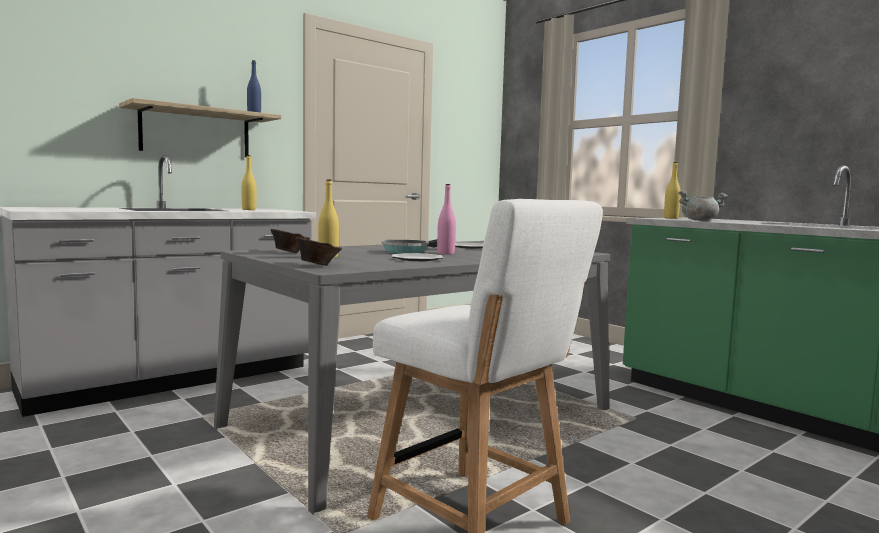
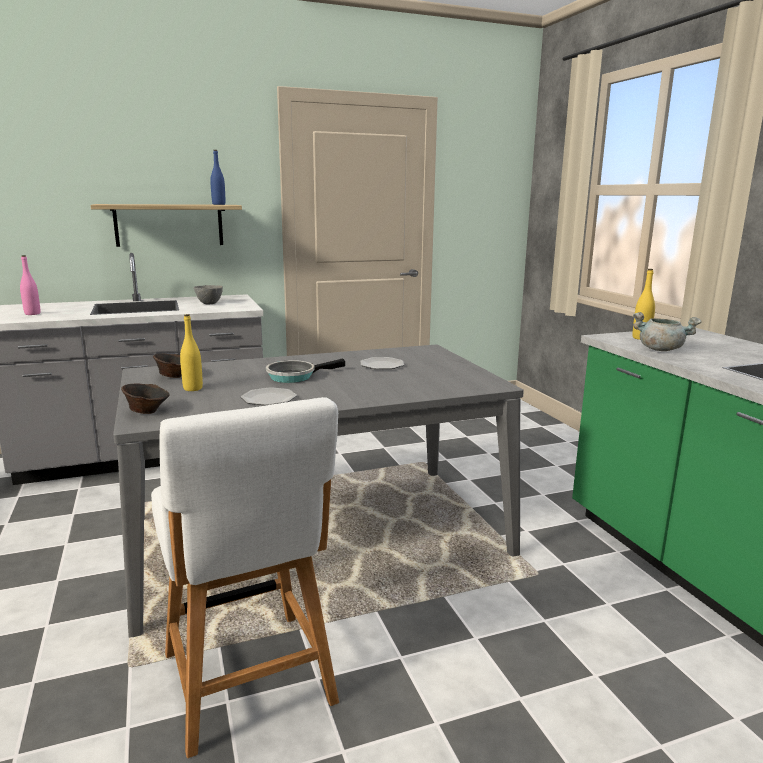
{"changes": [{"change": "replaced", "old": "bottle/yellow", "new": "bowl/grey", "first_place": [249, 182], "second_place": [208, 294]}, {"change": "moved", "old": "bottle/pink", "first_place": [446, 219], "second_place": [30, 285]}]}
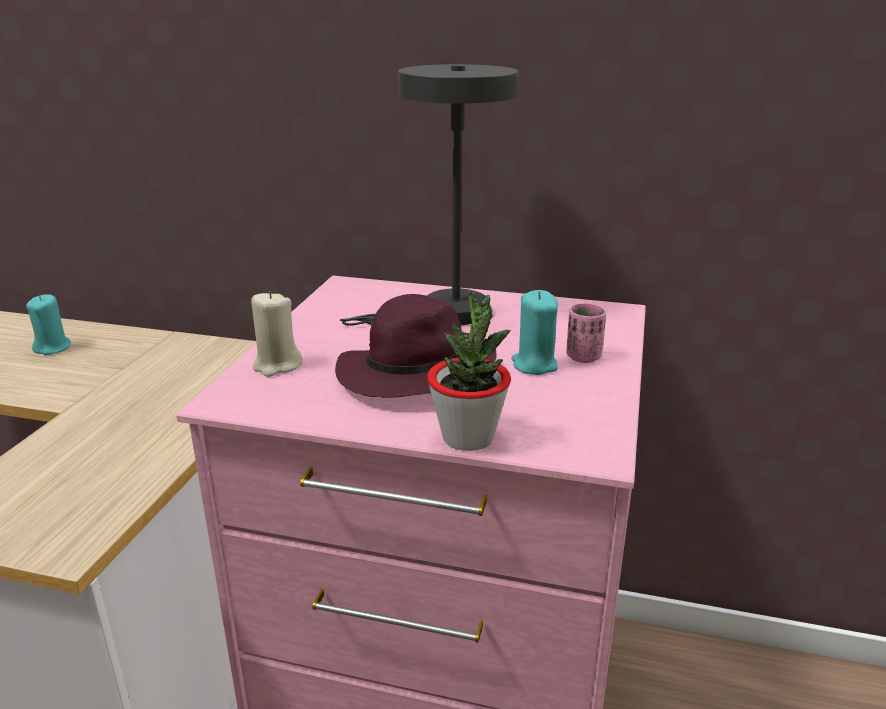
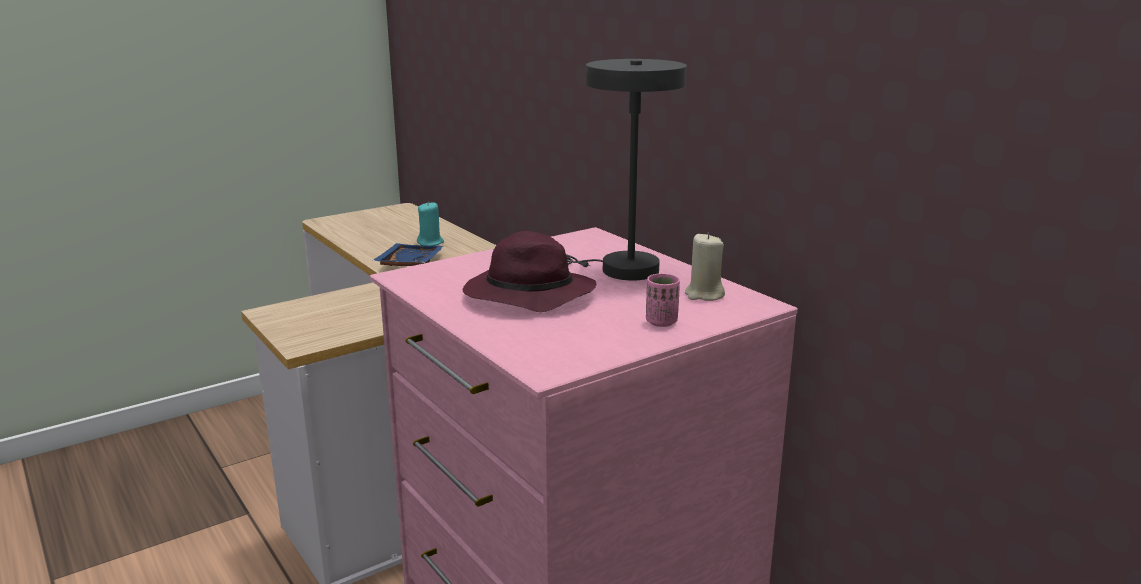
{"changes": [{"change": "removed", "old": "candle/turquoise", "first_place": [534, 332]}, {"change": "moved", "old": "candle/beige", "first_place": [276, 334], "second_place": [705, 267]}, {"change": "removed", "old": "potted plant", "first_place": [469, 372]}, {"change": "added", "new": "tray/blue", "second_place": [408, 254]}]}
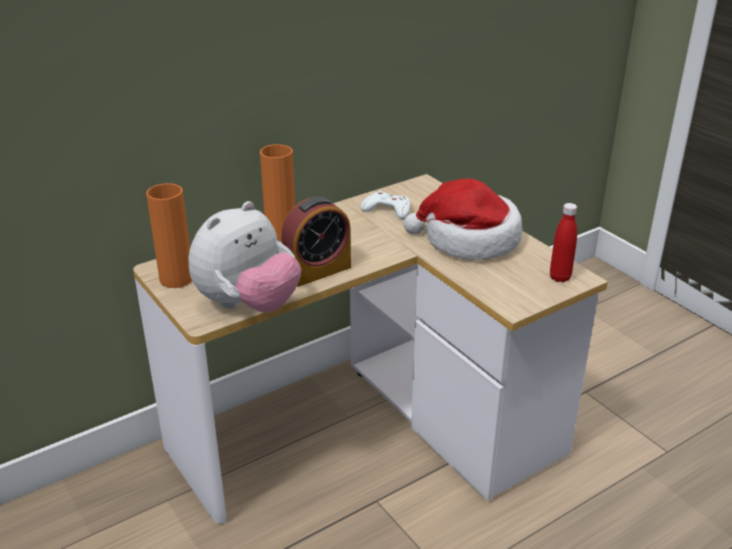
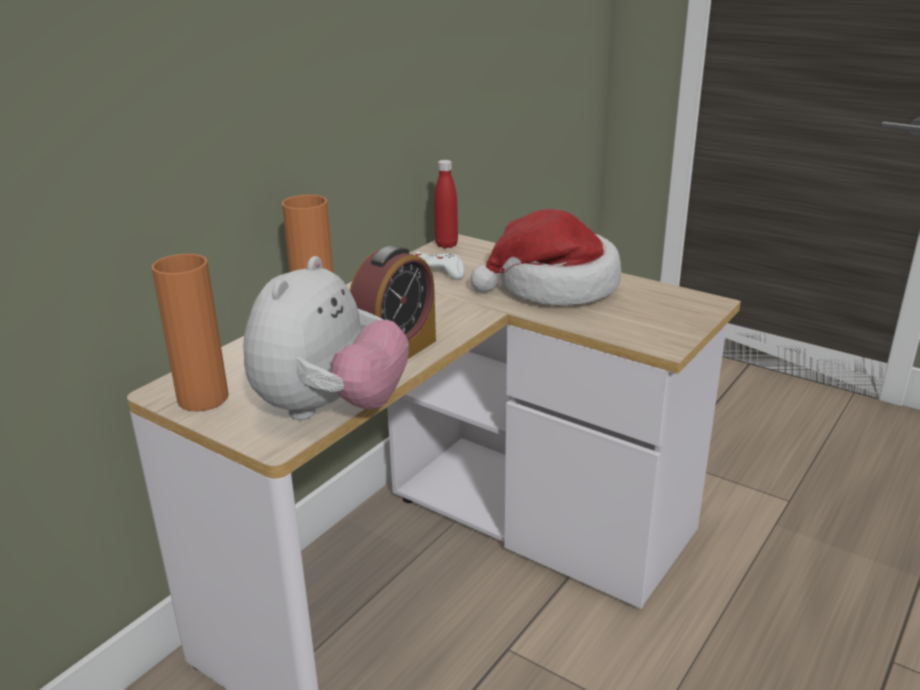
{"changes": [{"change": "moved", "old": "bottle/red", "first_place": [563, 242], "second_place": [446, 204]}]}
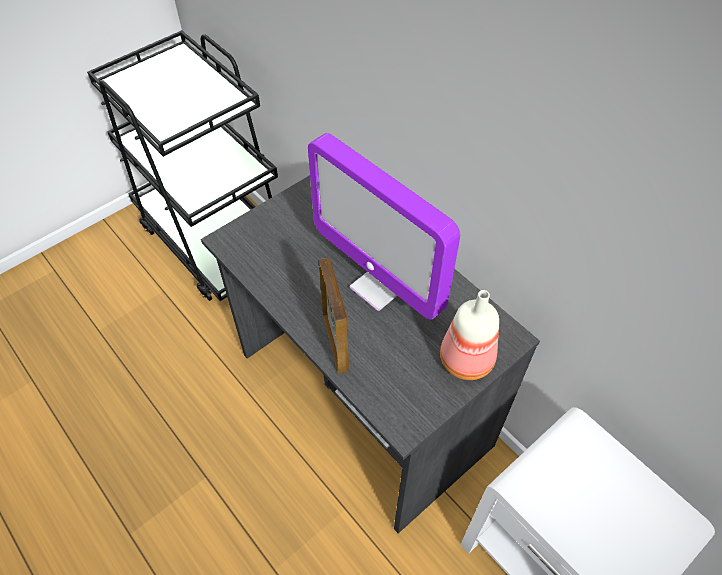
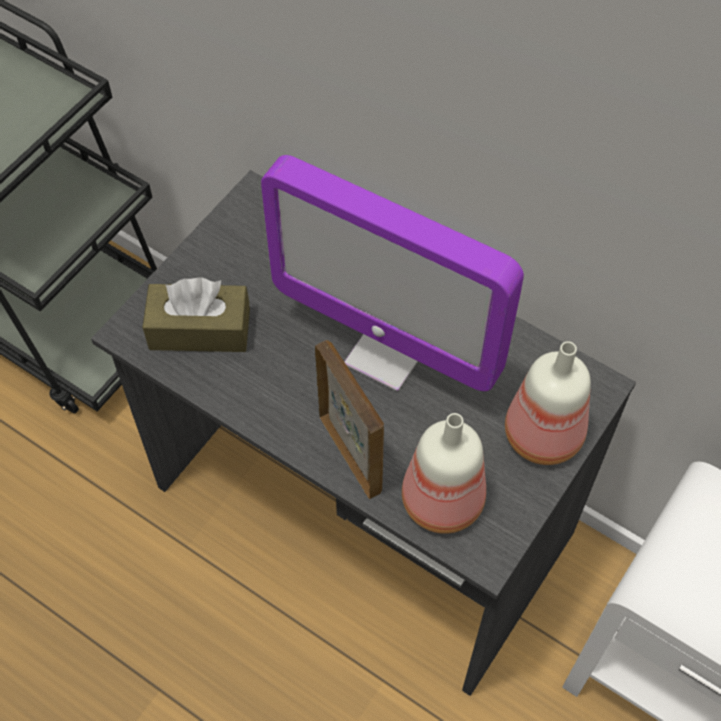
{"changes": [{"change": "added", "new": "tissue box/brown", "second_place": [196, 314]}, {"change": "added", "new": "bottle", "second_place": [444, 473]}]}
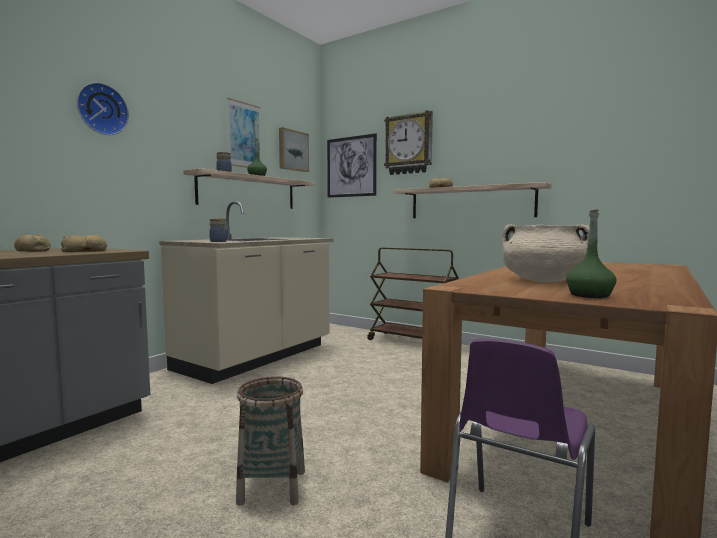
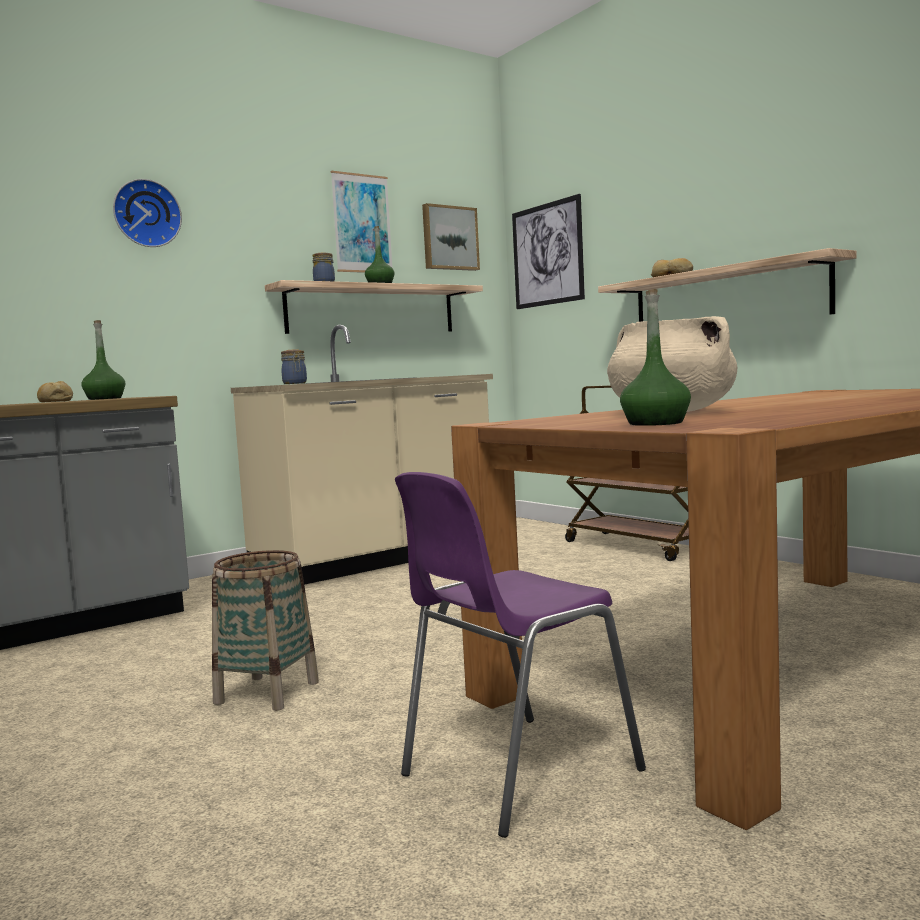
{"changes": [{"change": "removed", "old": "wall clock", "first_place": [408, 142]}, {"change": "replaced", "old": "bread", "new": "bottle/green", "first_place": [84, 243], "second_place": [103, 360]}]}
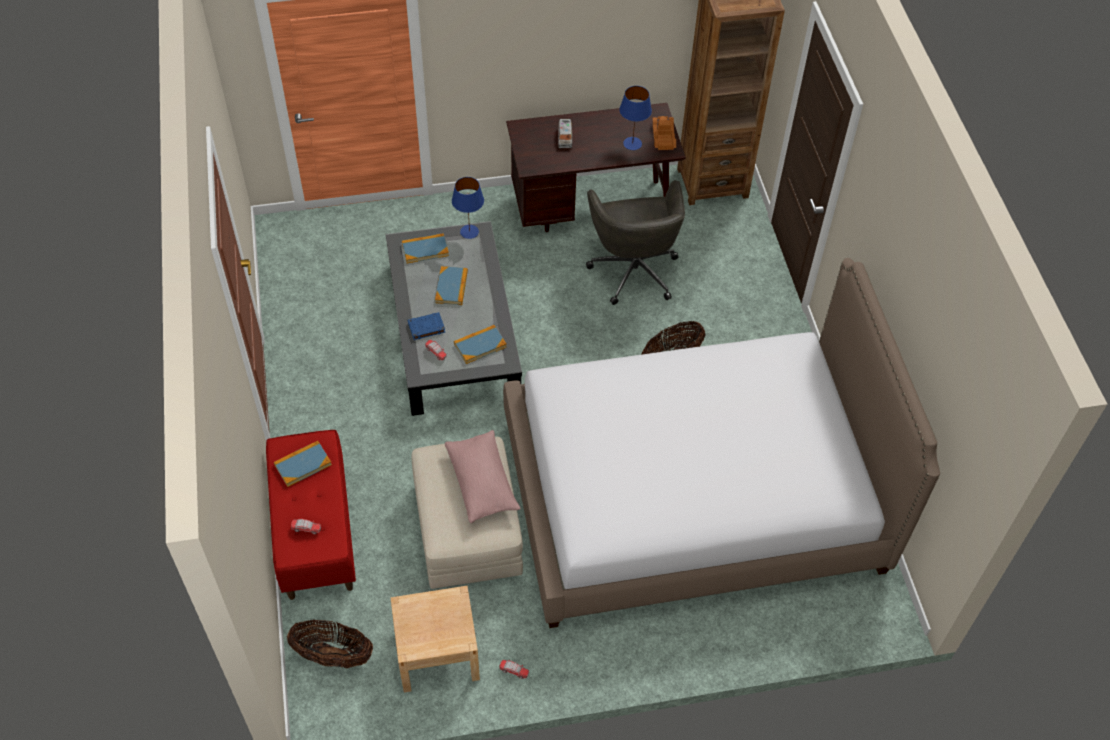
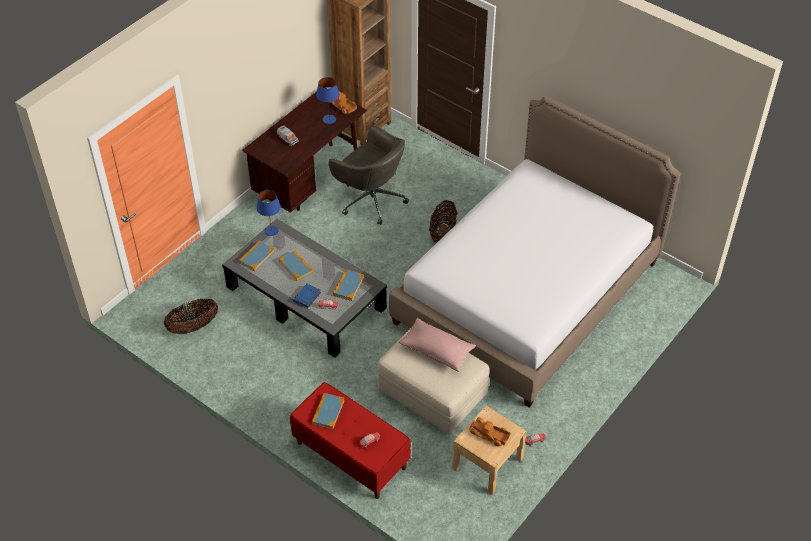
{"changes": [{"change": "moved", "old": "basket", "first_place": [330, 643], "second_place": [191, 316]}, {"change": "added", "new": "toy truck", "second_place": [489, 431]}]}
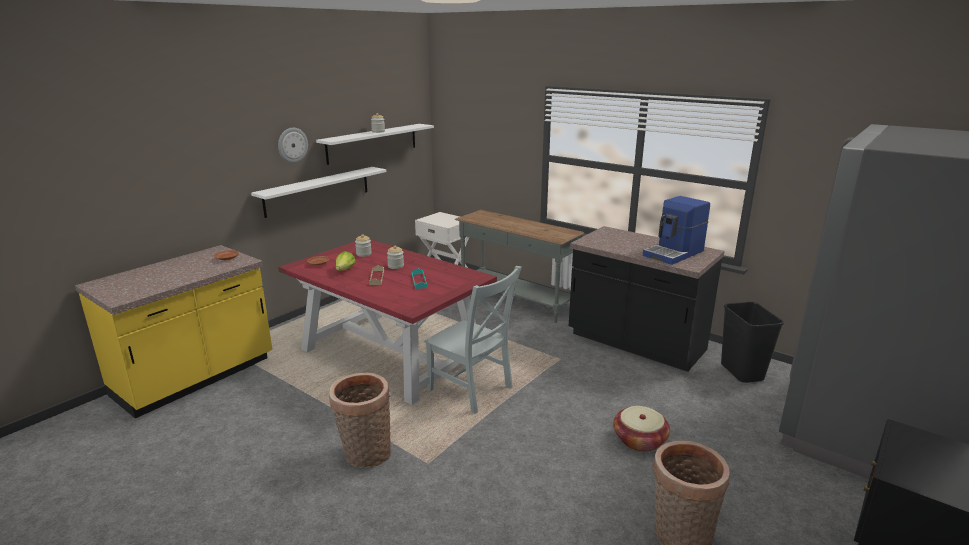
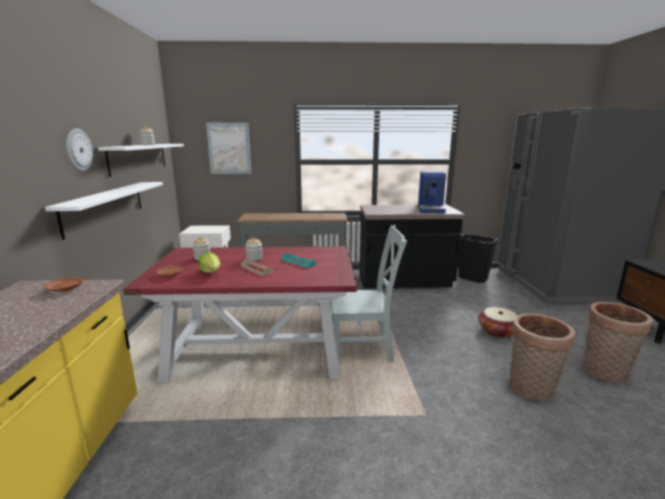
{"changes": [{"change": "moved", "old": "basket", "first_place": [360, 420], "second_place": [542, 357]}, {"change": "added", "new": "picture", "second_place": [228, 148]}]}
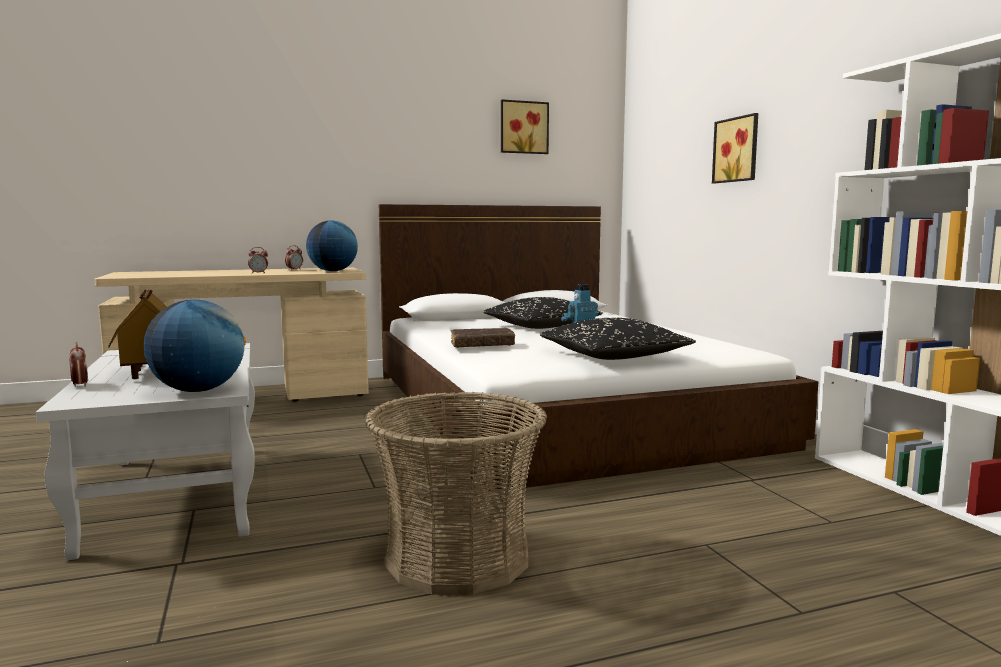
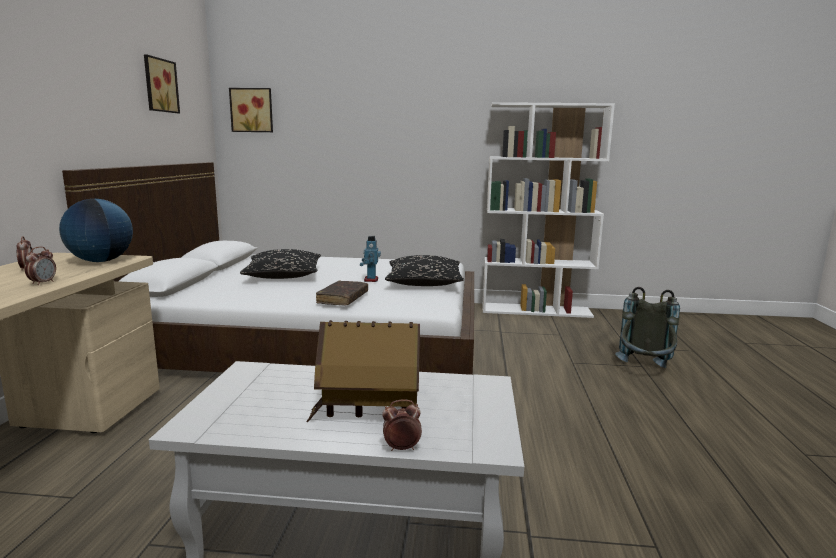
{"changes": [{"change": "moved", "old": "picture", "first_place": [735, 148], "second_place": [251, 110]}, {"change": "removed", "old": "globe", "first_place": [195, 346]}, {"change": "removed", "old": "basket", "first_place": [456, 493]}, {"change": "added", "new": "backpack/grey", "second_place": [647, 327]}]}
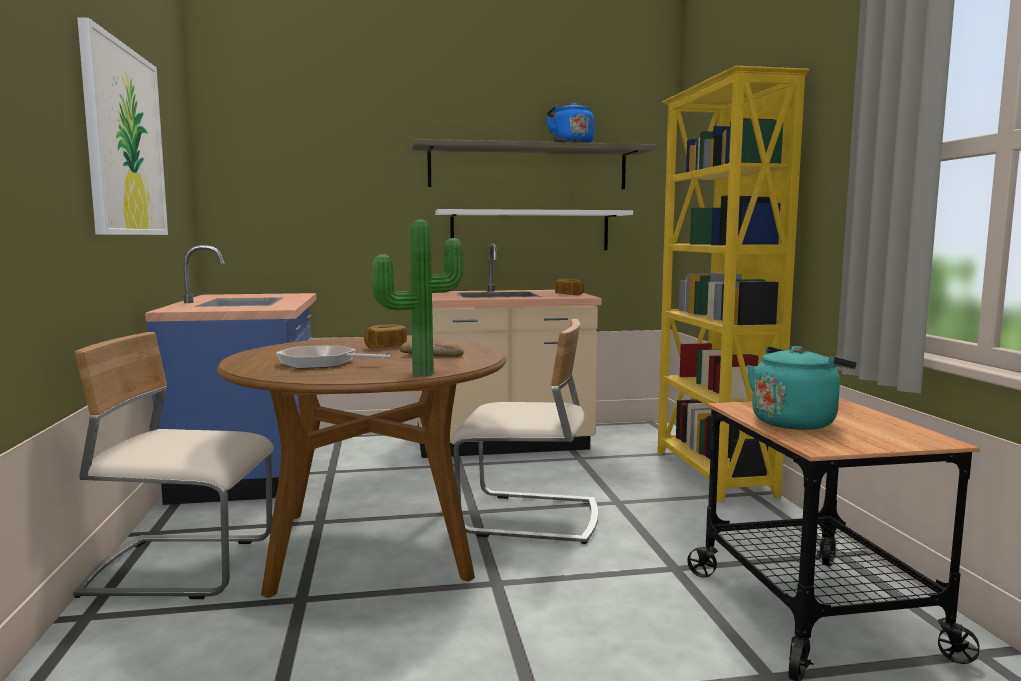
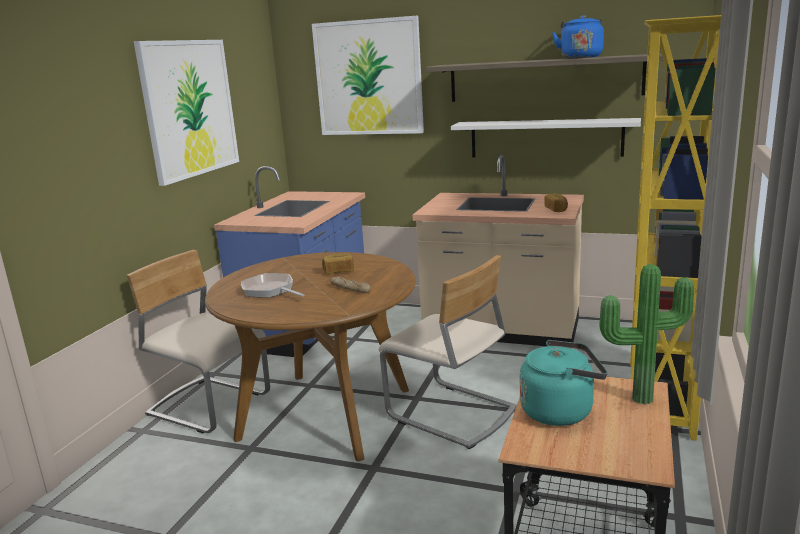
{"changes": [{"change": "moved", "old": "potted plant", "first_place": [418, 297], "second_place": [646, 334]}, {"change": "added", "new": "picture", "second_place": [368, 75]}]}
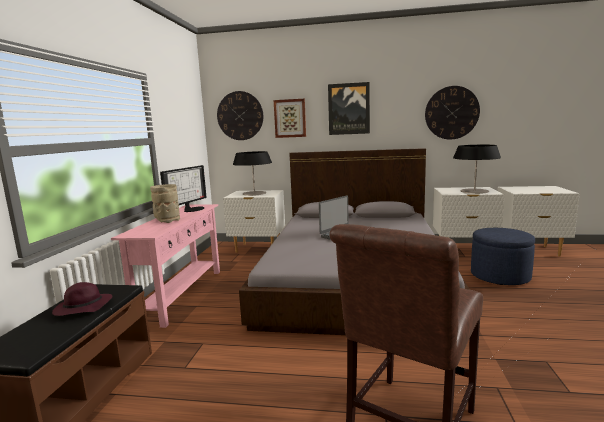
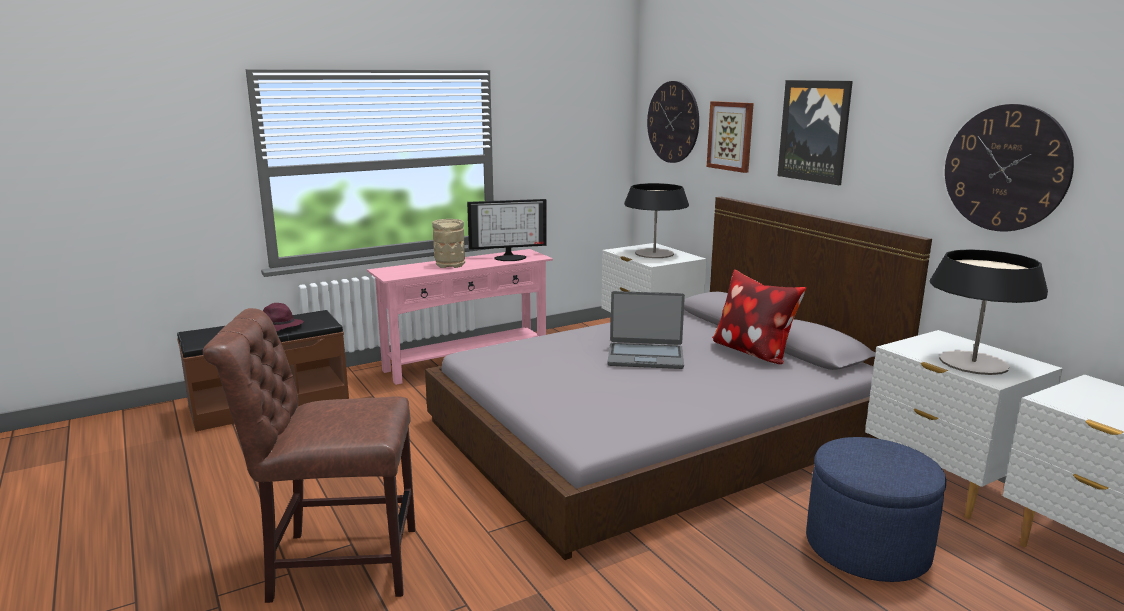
{"changes": [{"change": "added", "new": "pillow", "second_place": [759, 316]}]}
